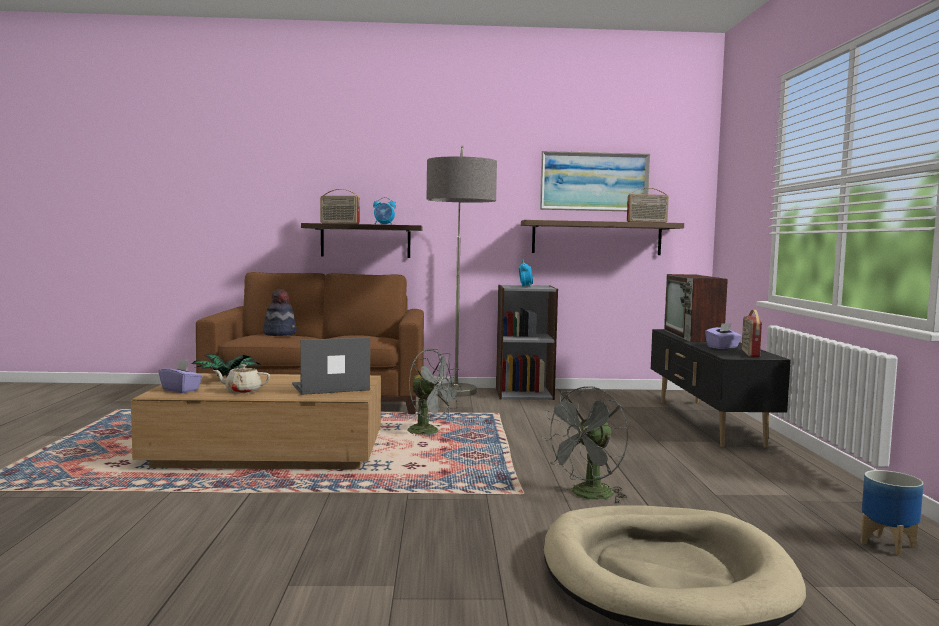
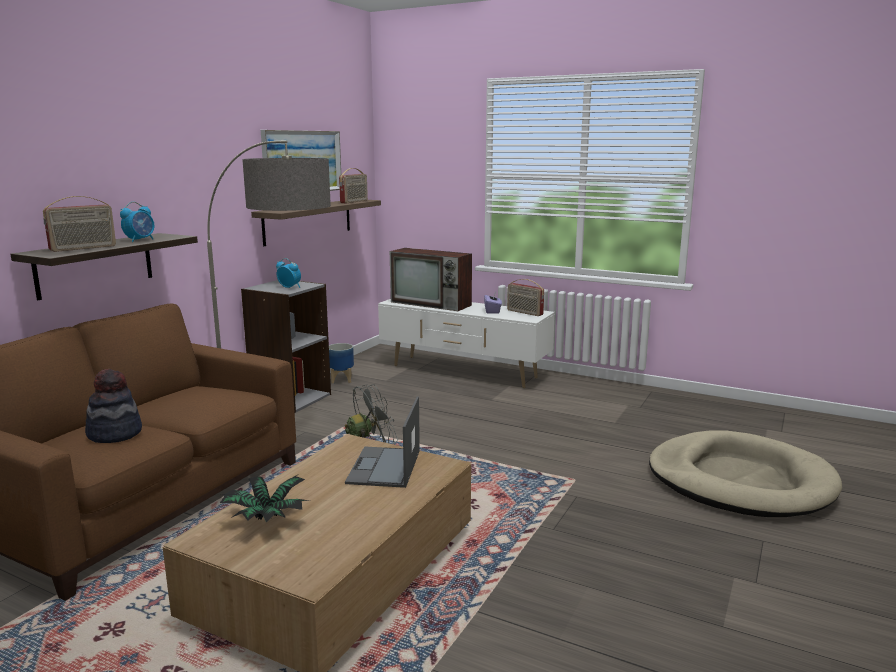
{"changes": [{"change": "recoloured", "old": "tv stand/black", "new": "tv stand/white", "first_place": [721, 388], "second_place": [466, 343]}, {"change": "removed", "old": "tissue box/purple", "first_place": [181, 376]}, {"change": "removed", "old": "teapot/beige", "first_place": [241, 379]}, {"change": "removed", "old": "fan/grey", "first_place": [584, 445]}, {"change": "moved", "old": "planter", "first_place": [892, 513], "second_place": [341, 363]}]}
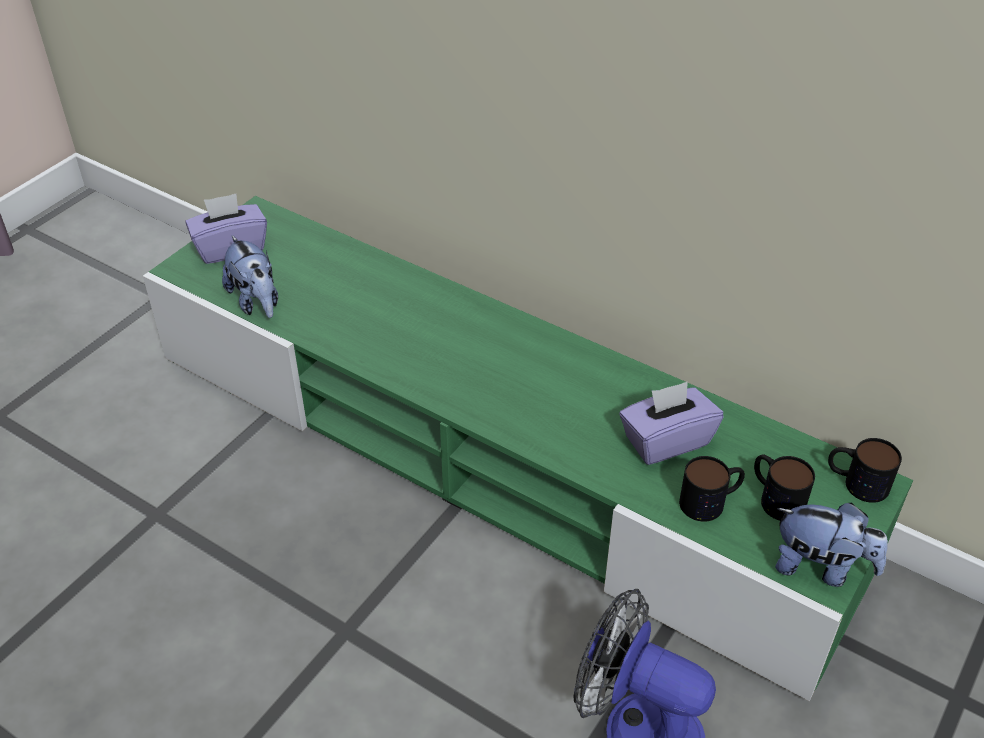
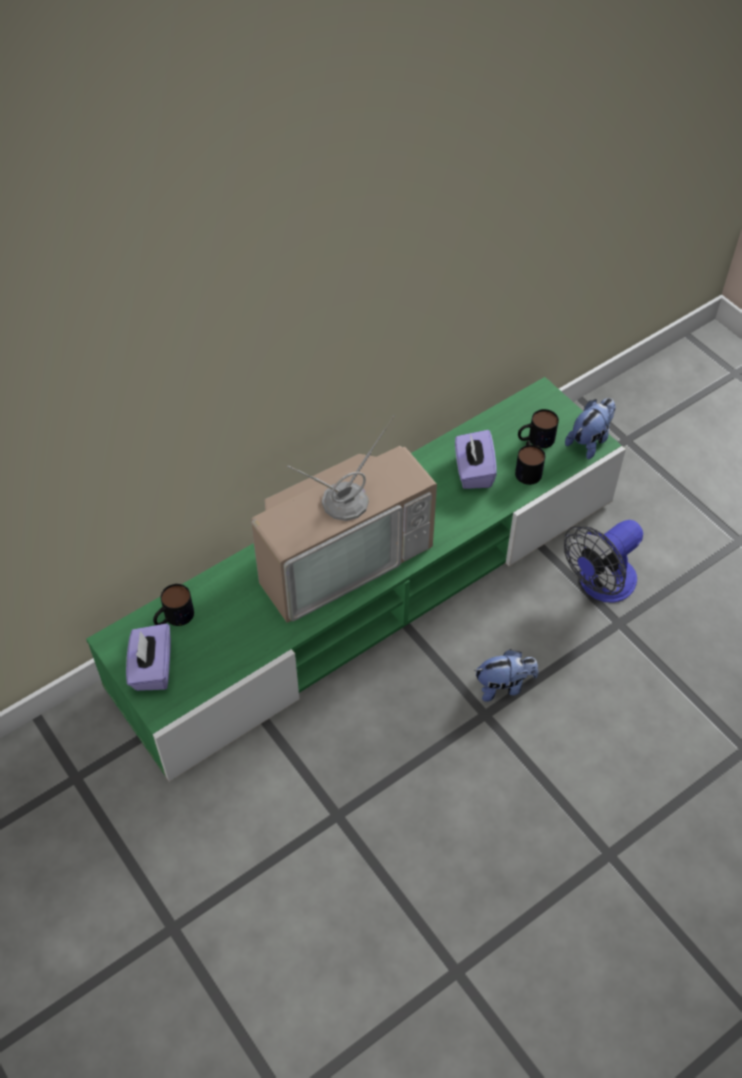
{"changes": [{"change": "moved", "old": "plush toy", "first_place": [250, 276], "second_place": [506, 675]}, {"change": "moved", "old": "mug", "first_place": [865, 470], "second_place": [173, 605]}, {"change": "added", "new": "television", "second_place": [344, 519]}]}
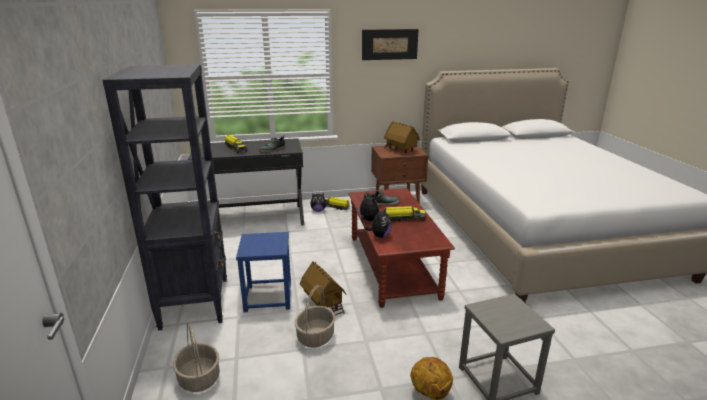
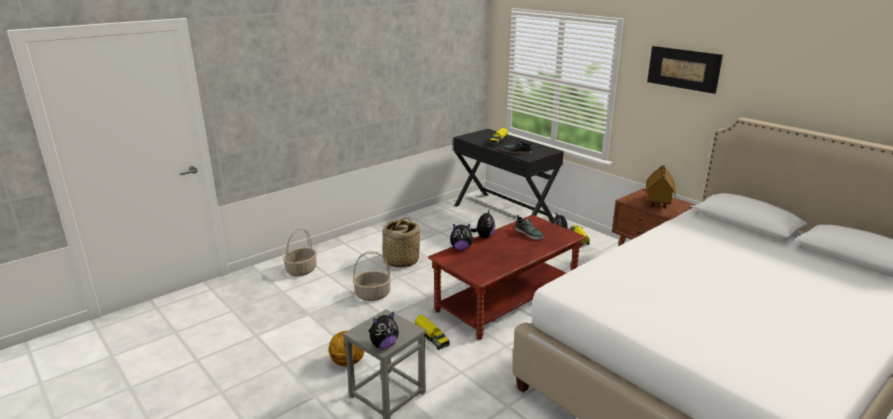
{"changes": [{"change": "removed", "old": "bookcase/black", "first_place": [164, 197]}, {"change": "moved", "old": "toy truck", "first_place": [405, 214], "second_place": [432, 332]}, {"change": "replaced", "old": "stool/blue", "new": "basket", "first_place": [263, 272], "second_place": [400, 242]}, {"change": "removed", "old": "toy house", "first_place": [323, 288]}, {"change": "added", "new": "plush toy", "second_place": [383, 330]}]}
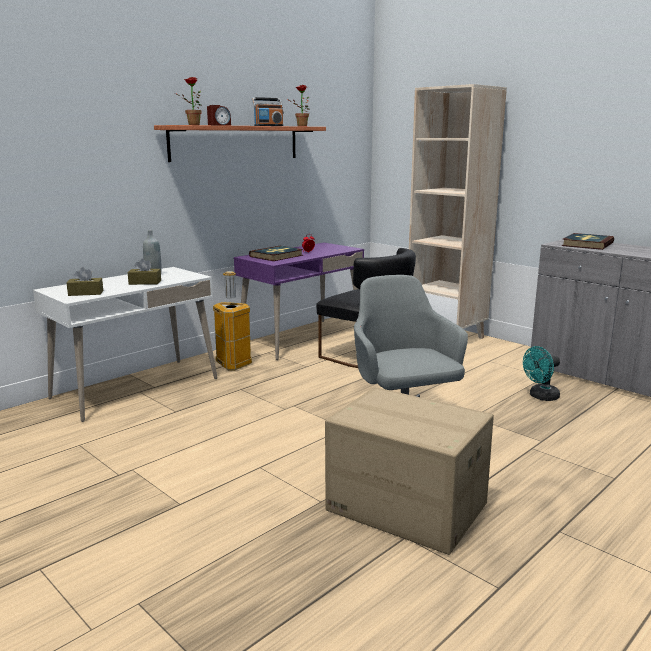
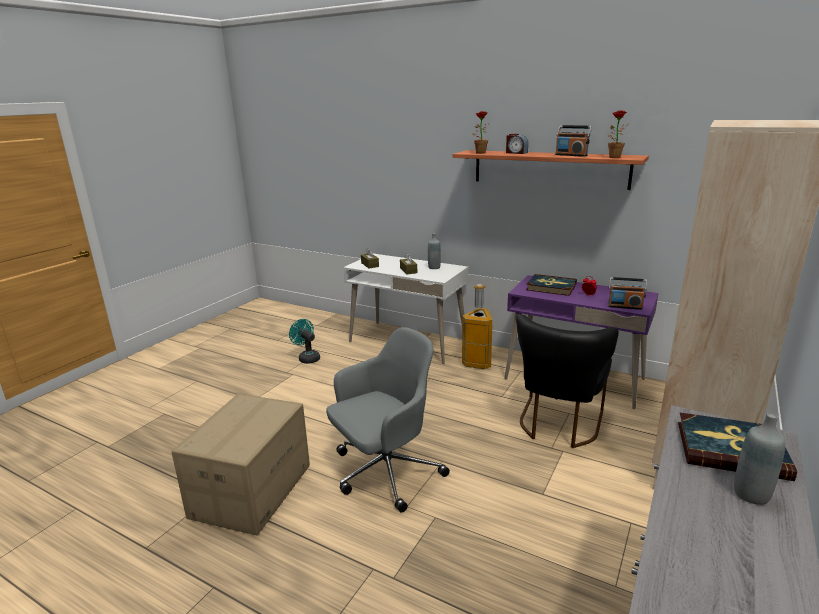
{"changes": [{"change": "moved", "old": "fan/turquoise", "first_place": [541, 373], "second_place": [304, 341]}, {"change": "added", "new": "radio", "second_place": [627, 293]}, {"change": "added", "new": "bottle/grey", "second_place": [759, 459]}]}
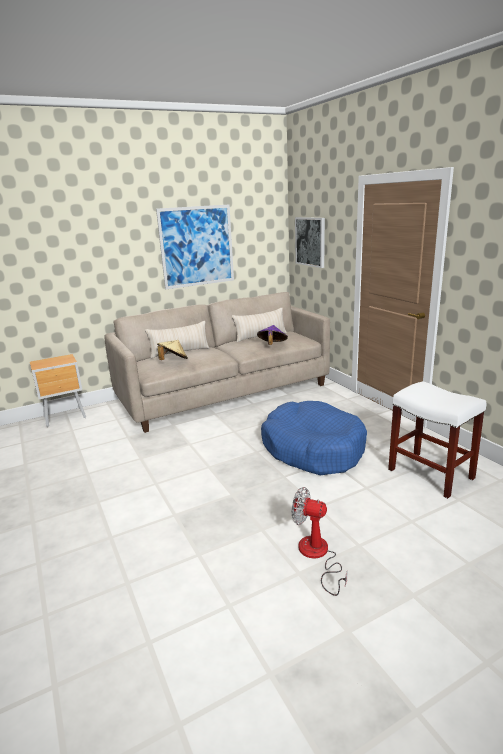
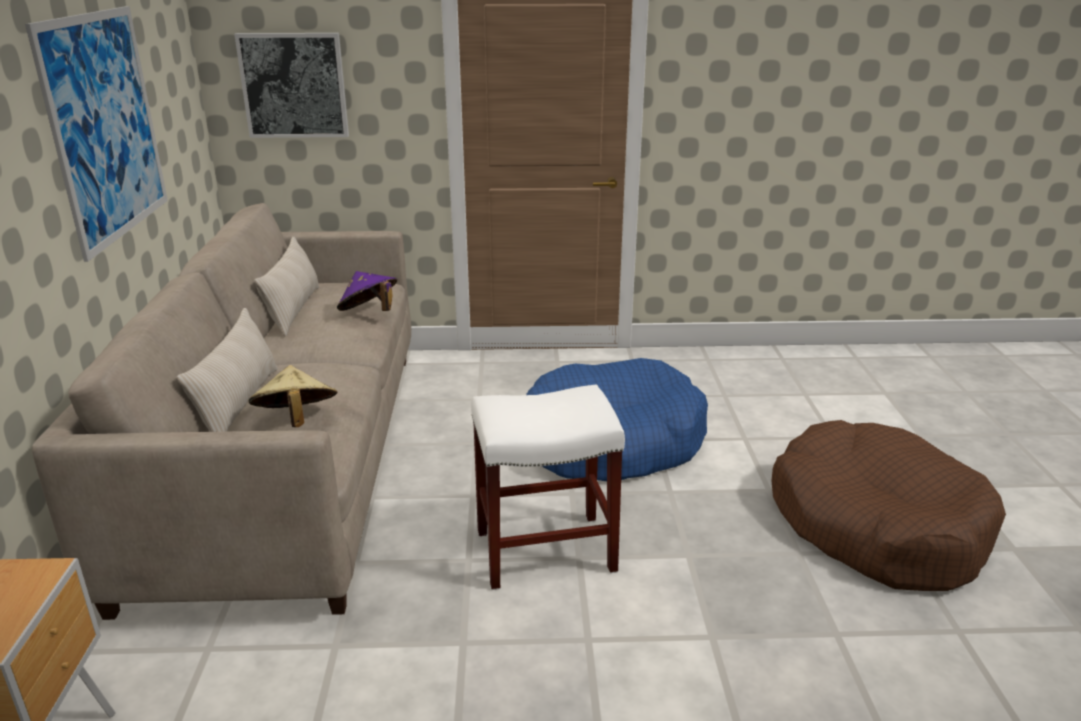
{"changes": [{"change": "moved", "old": "stool/white", "first_place": [437, 440], "second_place": [548, 487]}, {"change": "replaced", "old": "fan", "new": "dog bed/brown", "first_place": [320, 541], "second_place": [889, 505]}]}
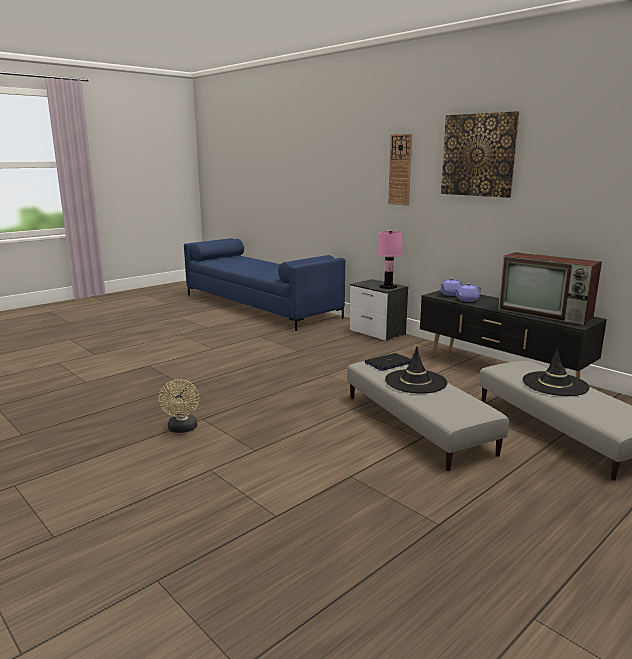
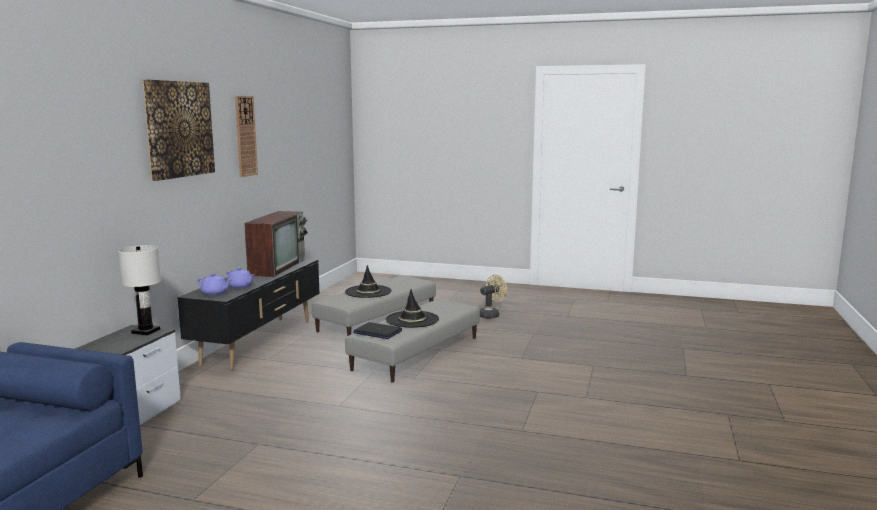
{"changes": [{"change": "moved", "old": "wall clock", "first_place": [400, 170], "second_place": [246, 136]}, {"change": "recoloured", "old": "table lamp/pink", "new": "table lamp/white", "first_place": [390, 260], "second_place": [139, 290]}, {"change": "moved", "old": "fan/beige", "first_place": [179, 406], "second_place": [493, 297]}]}
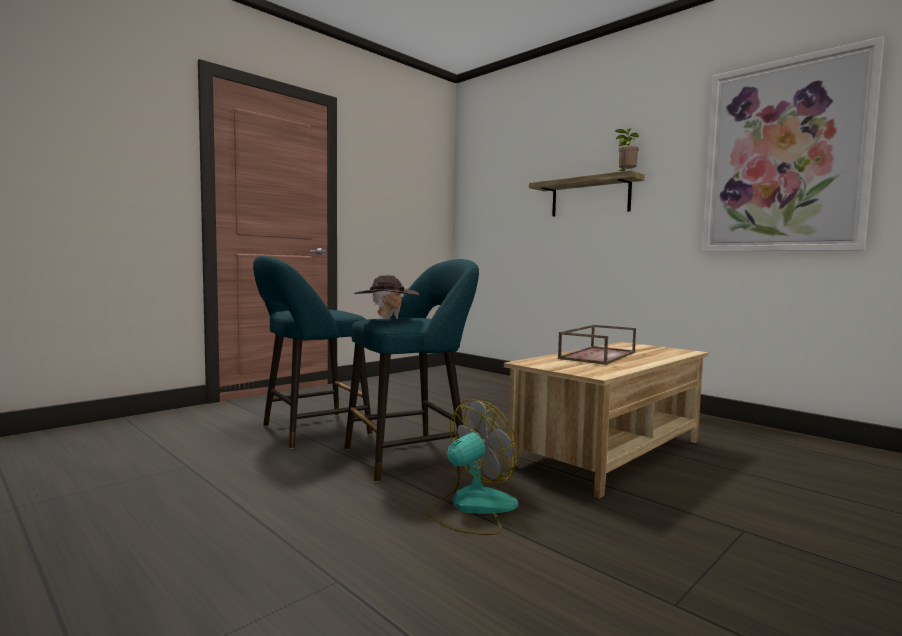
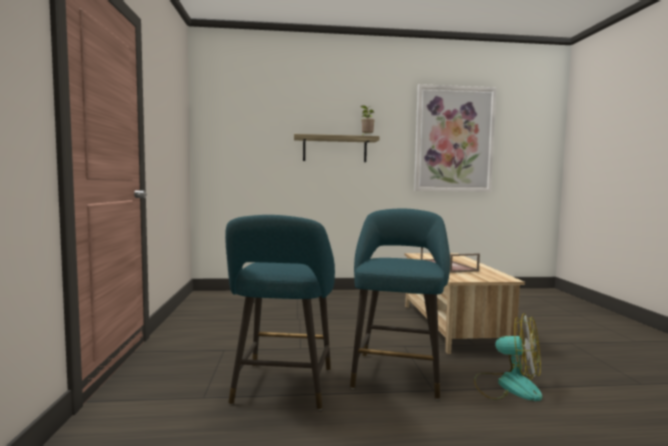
{"changes": [{"change": "removed", "old": "hat/brown", "first_place": [386, 297]}, {"change": "turned", "old": "fan", "first_place": [473, 467], "second_place": [508, 357], "degrees": 120}]}
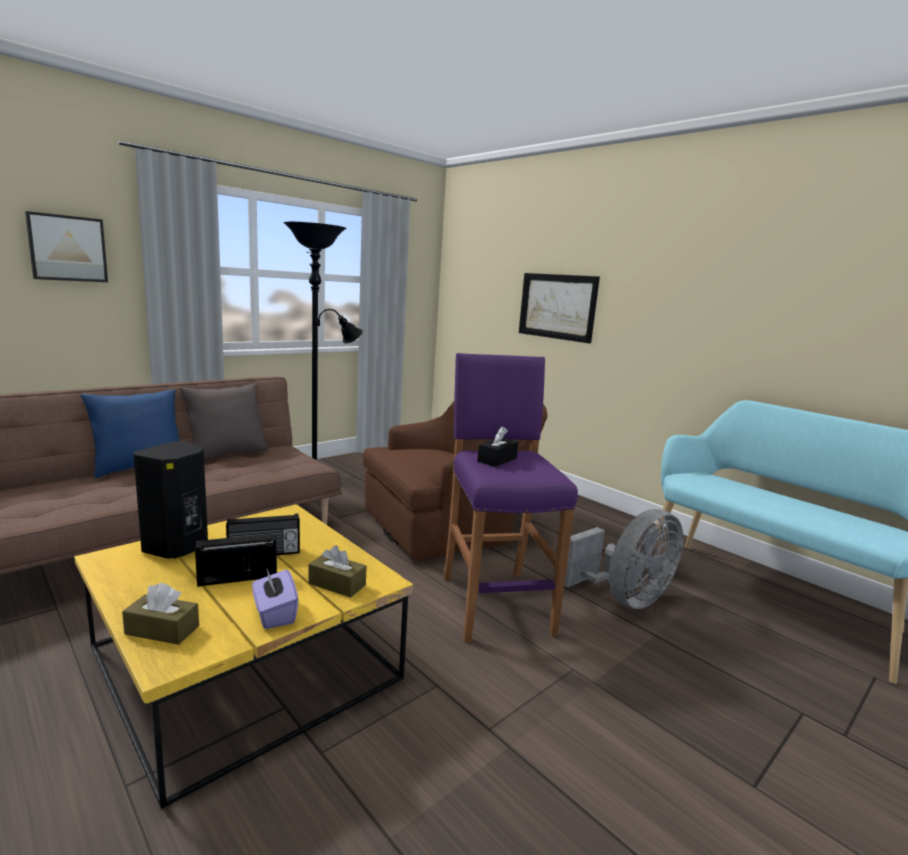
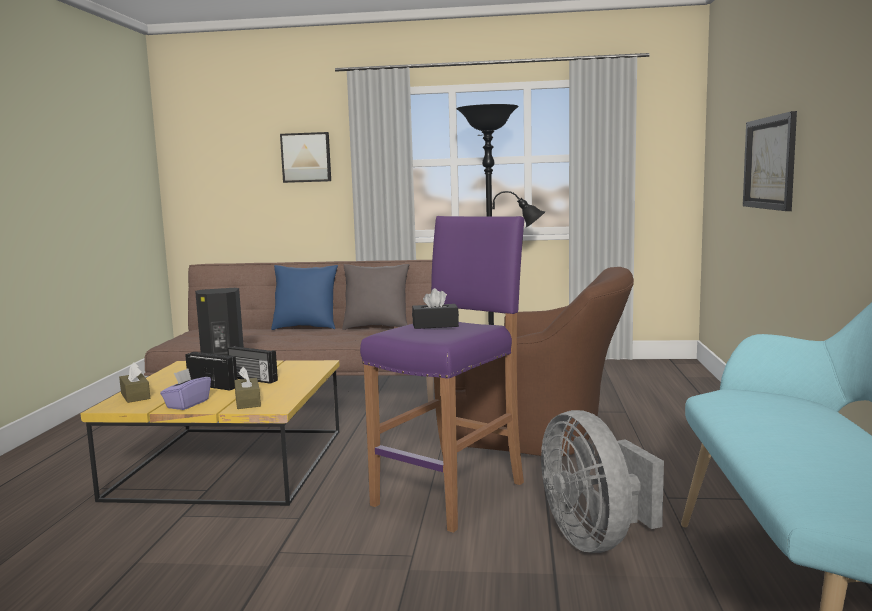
{"changes": [{"change": "turned", "old": "fan/grey", "first_place": [623, 559], "second_place": [602, 481], "degrees": 60}]}
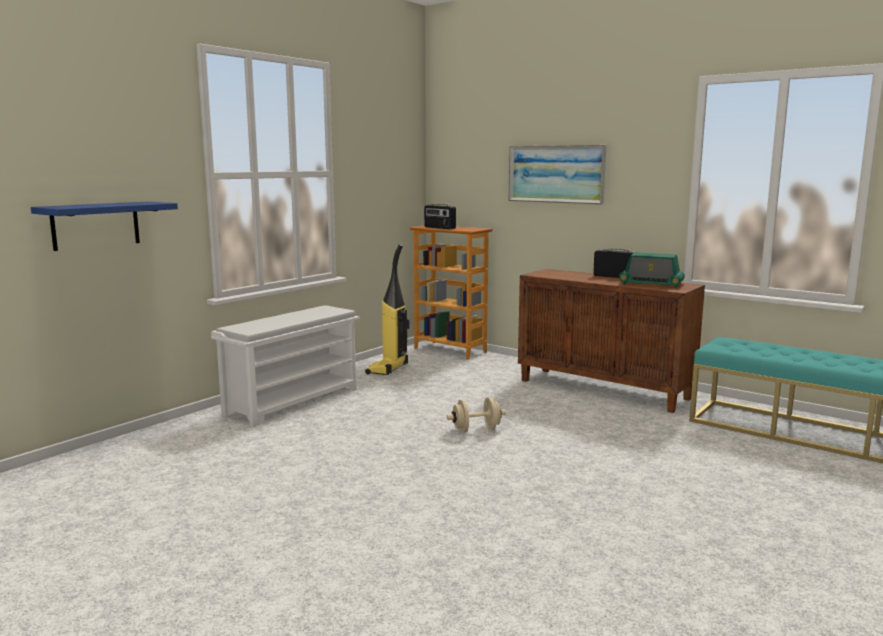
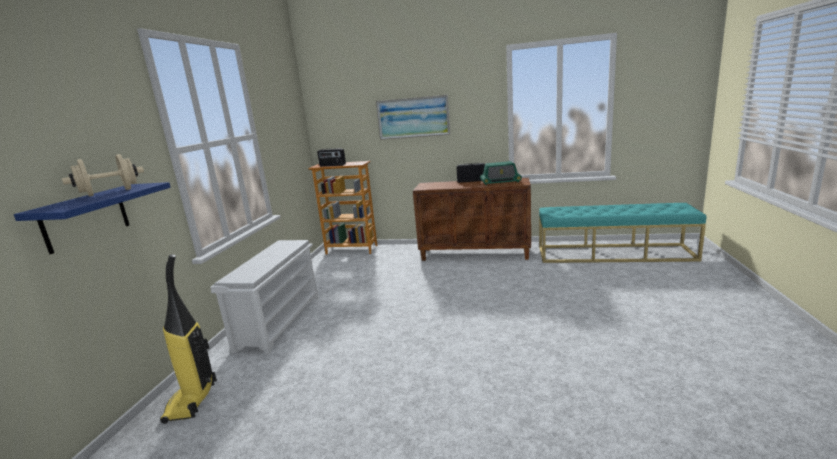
{"changes": [{"change": "moved", "old": "vacuum cleaner", "first_place": [387, 309], "second_place": [188, 339]}, {"change": "moved", "old": "dumbbell/beige", "first_place": [476, 415], "second_place": [103, 175]}]}
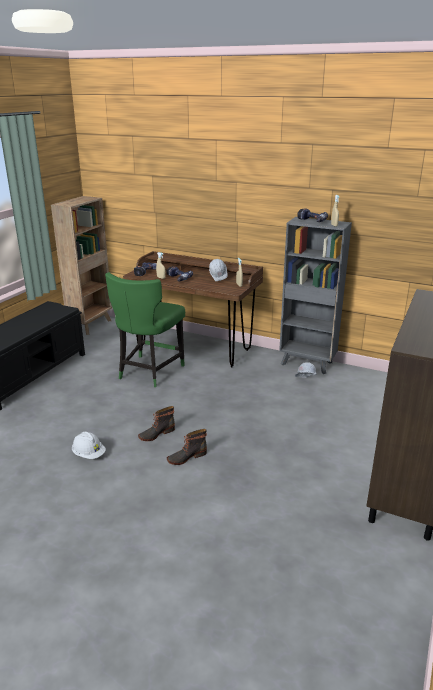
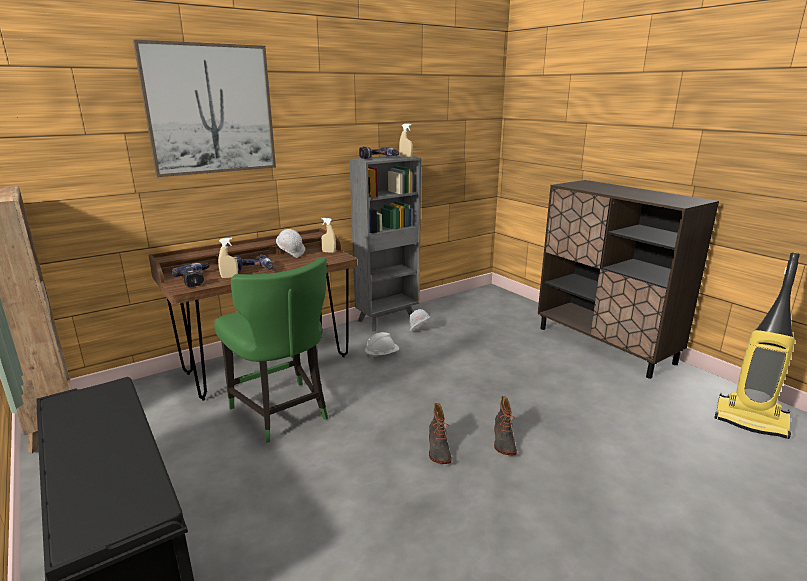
{"changes": [{"change": "moved", "old": "hard hat/white", "first_place": [89, 445], "second_place": [382, 345]}, {"change": "added", "new": "picture", "second_place": [204, 108]}, {"change": "added", "new": "vacuum cleaner", "second_place": [757, 346]}]}
